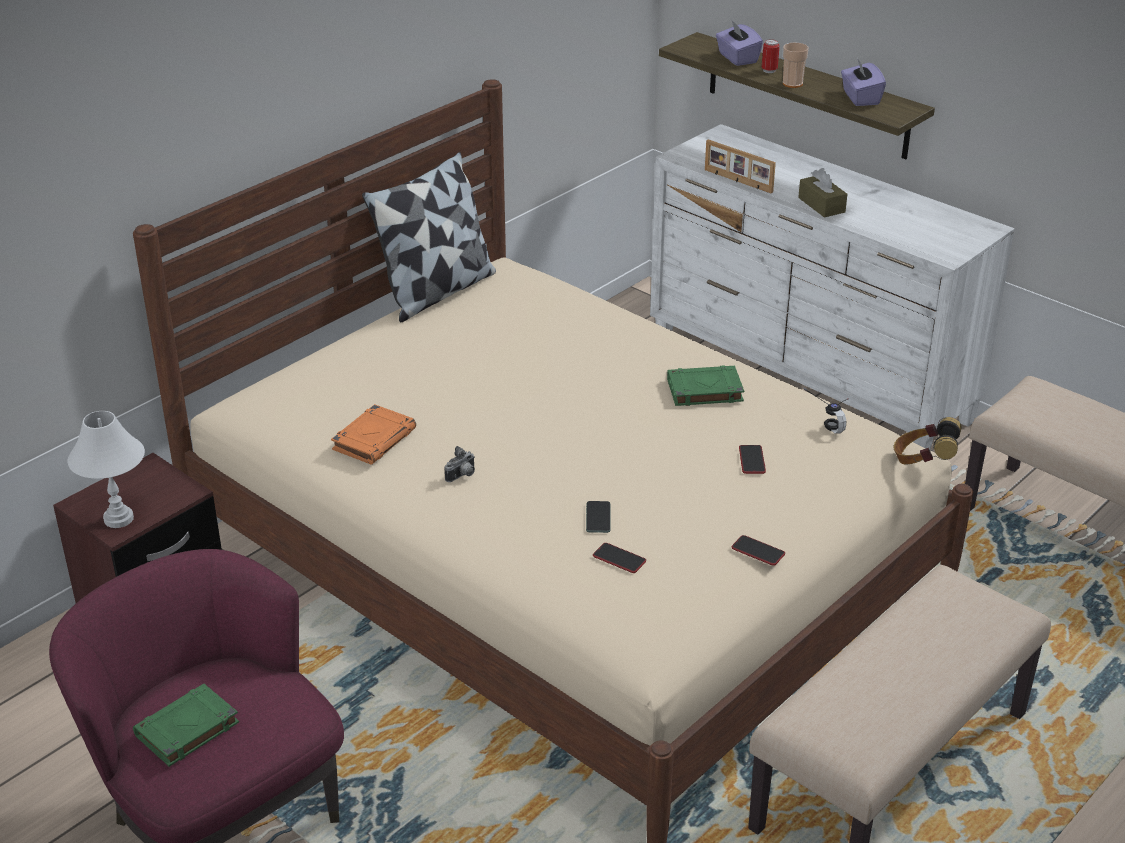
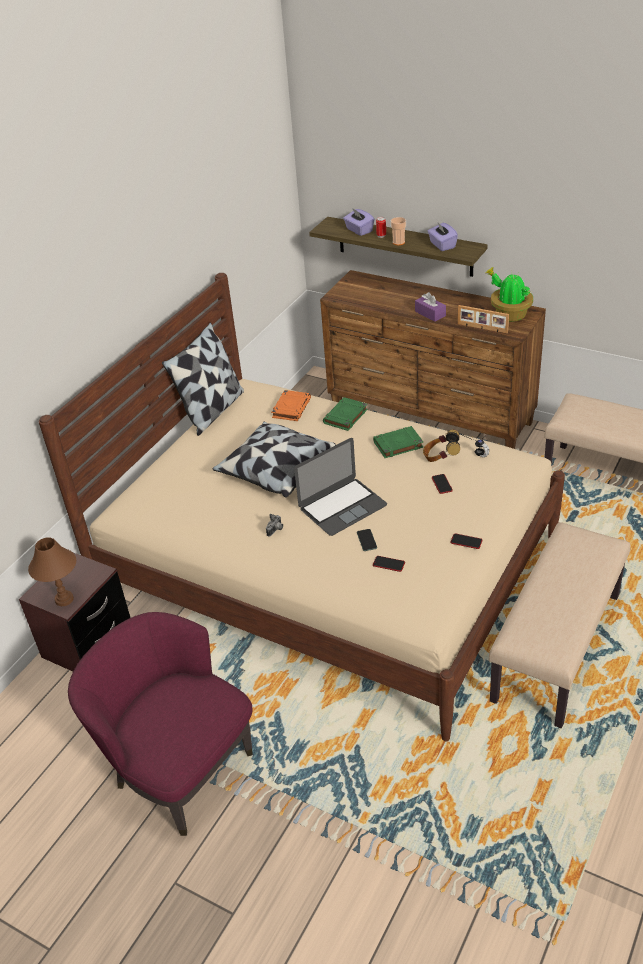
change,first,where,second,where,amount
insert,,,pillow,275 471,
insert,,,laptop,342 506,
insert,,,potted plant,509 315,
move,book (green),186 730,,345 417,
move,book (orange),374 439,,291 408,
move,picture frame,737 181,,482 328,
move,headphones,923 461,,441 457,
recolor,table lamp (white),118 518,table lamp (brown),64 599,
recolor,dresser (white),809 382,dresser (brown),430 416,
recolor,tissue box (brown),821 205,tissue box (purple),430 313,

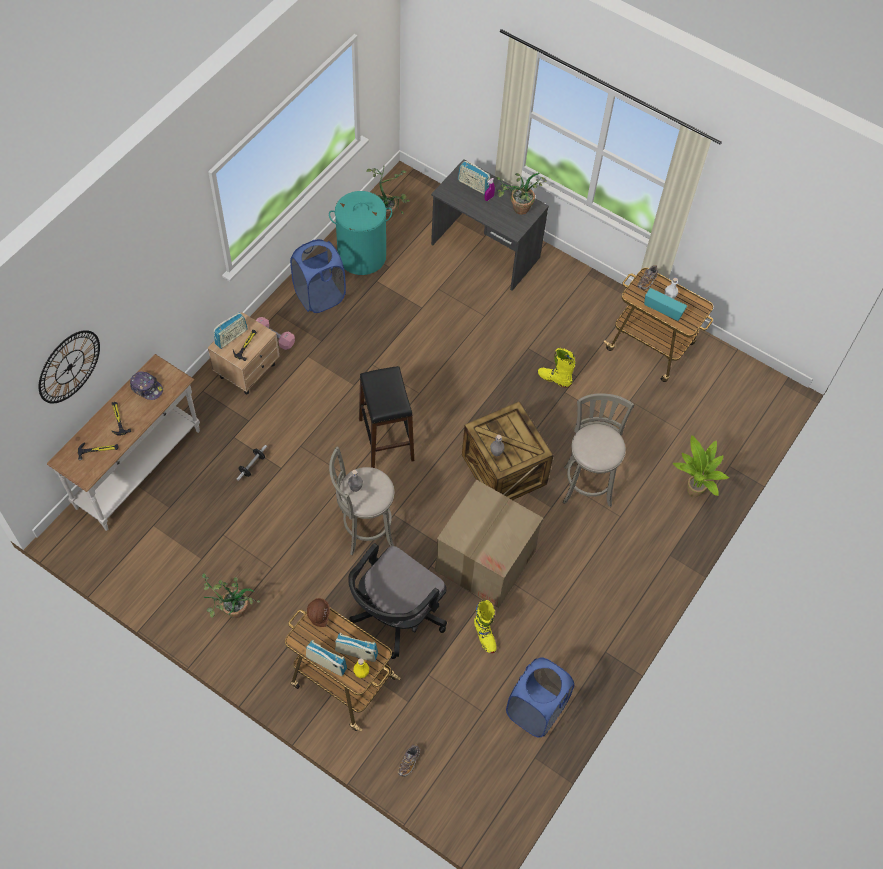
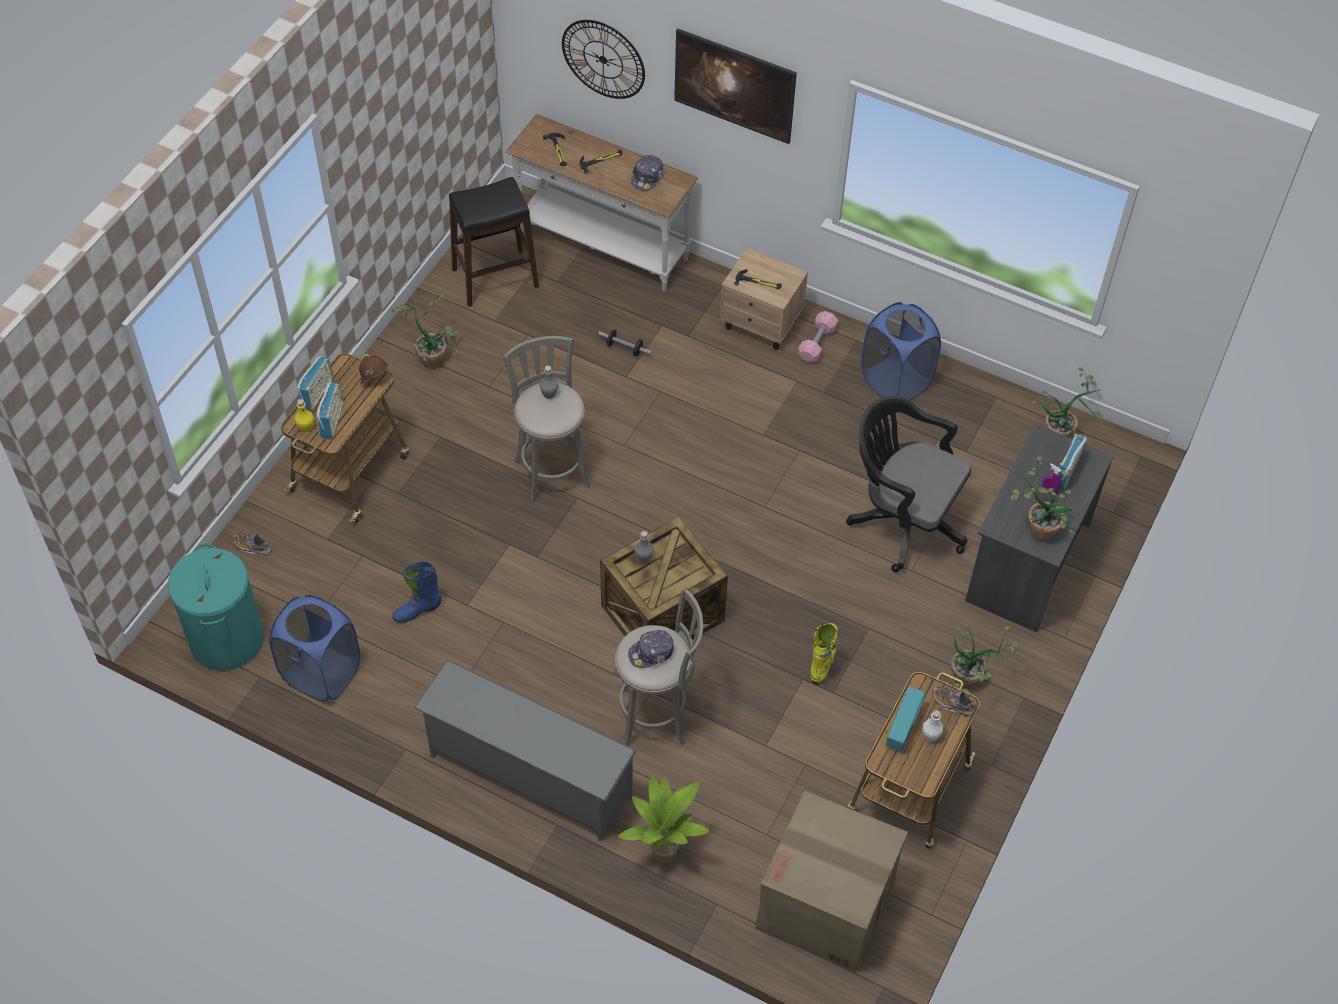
change,first,where,second,where,amount
delete,radio,231 337,,,
insert,,,shoe rack (grey),527 776,
insert,,,cap,651 653,
insert,,,picture,733 103,
insert,,,potted plant,968 684,
move,laundry basket (turquoise),361 256,,226 639,
move,office chair (black),395 616,,902 520,
move,stool (black),386 439,,495 278,
move,cardboard box,485 559,,826 904,
recolor,boot (yellow),484 636,boot (blue),417 610,

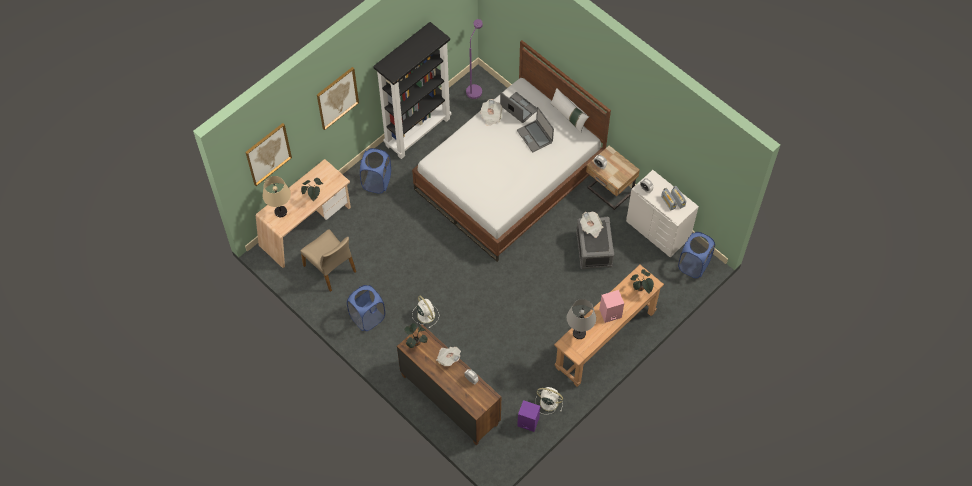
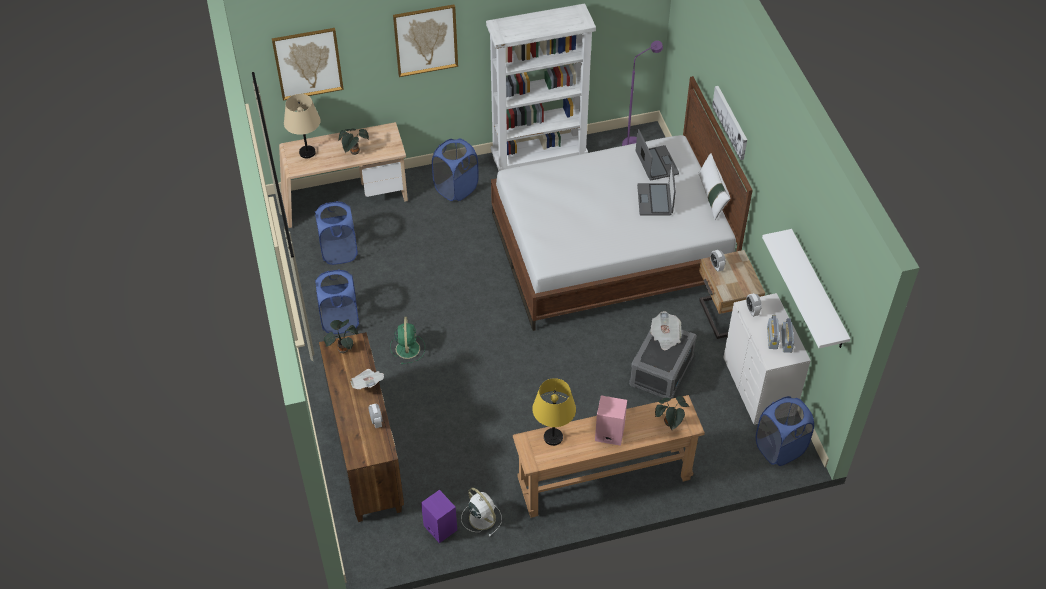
change,first,where,second,where,amount
delete,newspaper,491 116,,,
insert,,,picture,731 122,
insert,,,shelf (white),817 290,
replace,chair (beige),330 268,laundry basket (blue),339 252,
recolor,bookcase (black),418 131,bookcase (white),539 158,
recolor,fan (white),425 314,fan (green),407 348,
recolor,table lamp (grey),579 333,table lamp (yellow),553 437,

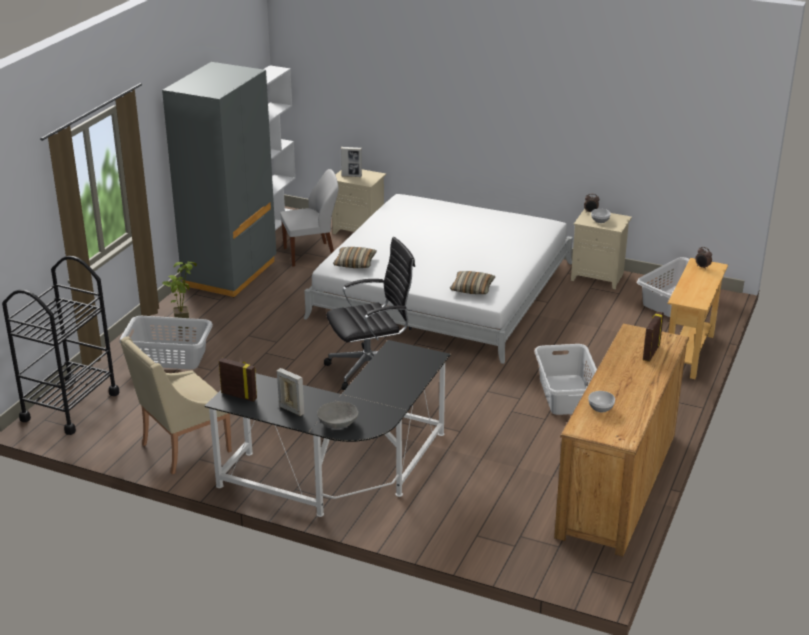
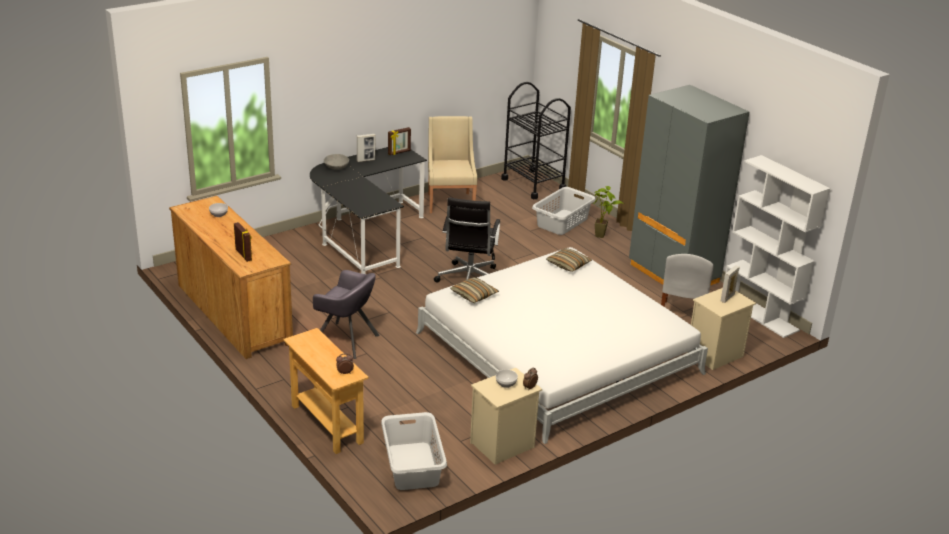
change,first,where,second,where,amount
replace,laundry basket (grey),567 394,armchair (grey),346 340,

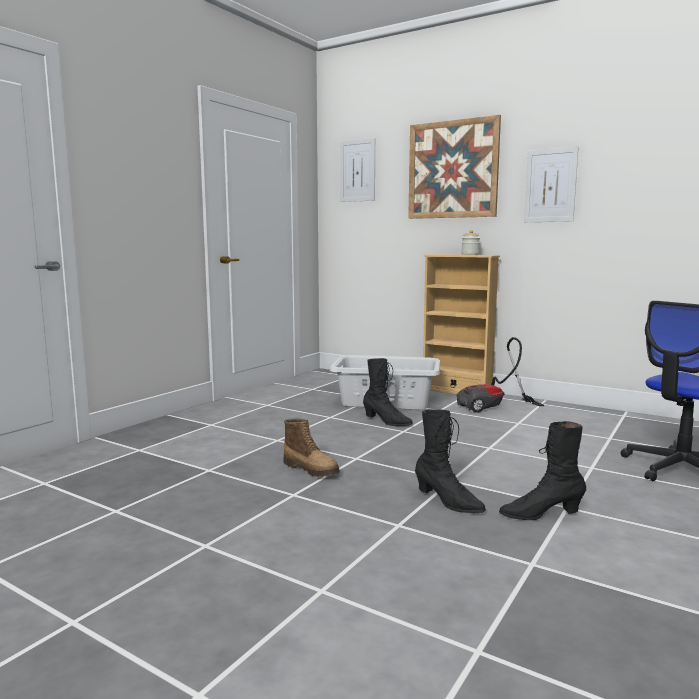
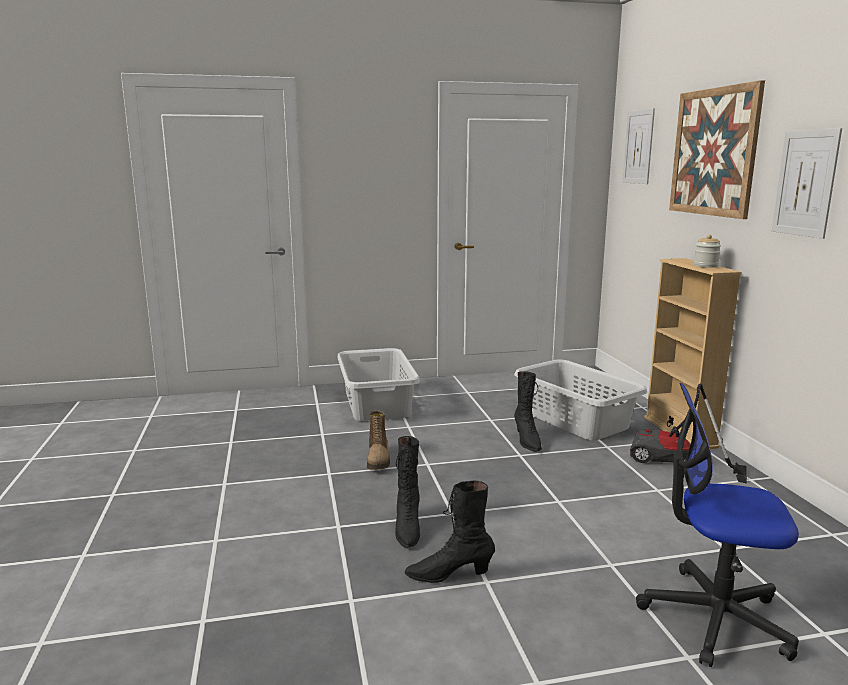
change,first,where,second,where,amount
insert,,,laundry basket (grey),377 403,
rotate,boot (black),540 514,,449 574,45 degrees counterclockwise

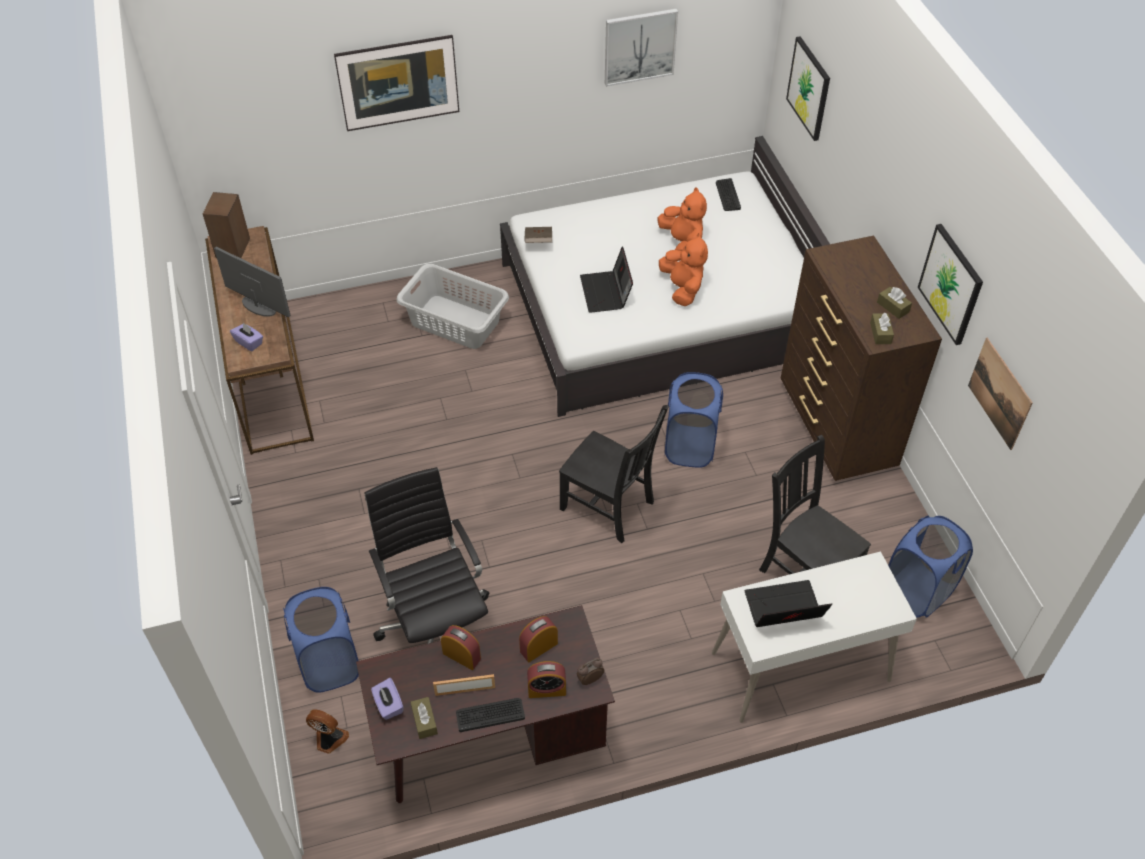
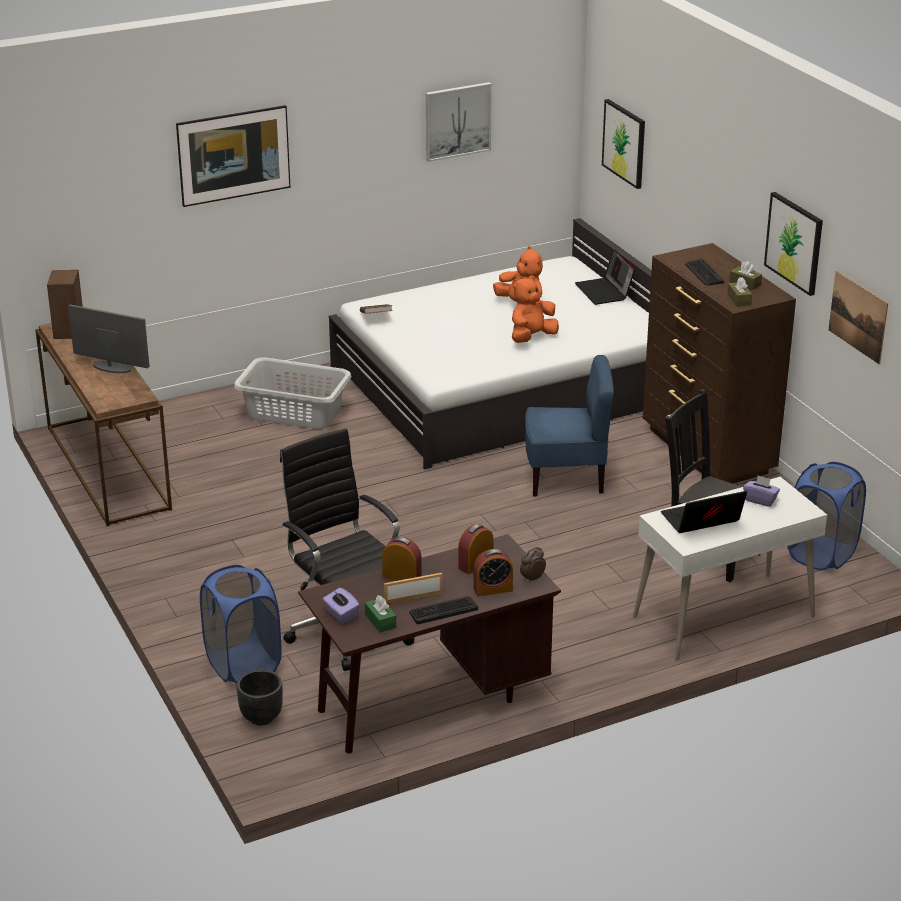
change,first,where,second,where,amount
delete,chair (black),609 507,,,
move,tissue box (purple),249 342,,760 500,
move,laptop,606 293,,604 292,
move,keyboard,727 195,,704 273,
replace,fan,329 739,planter (black),261 718,
replace,laundry basket (blue),690 447,chair (blue),566 478,
recolor,tissue box (brown),424 721,tissue box (green),380 621,
rotate,plush toy (orange),682 288,,531 337,105 degrees counterclockwise

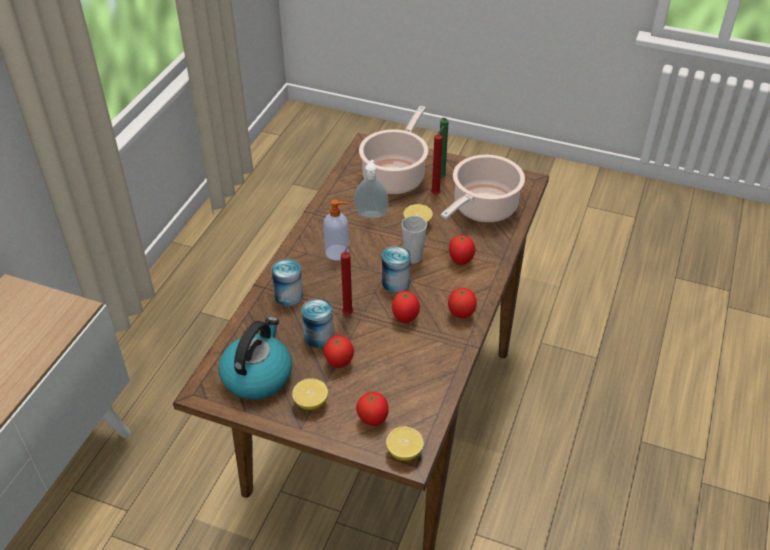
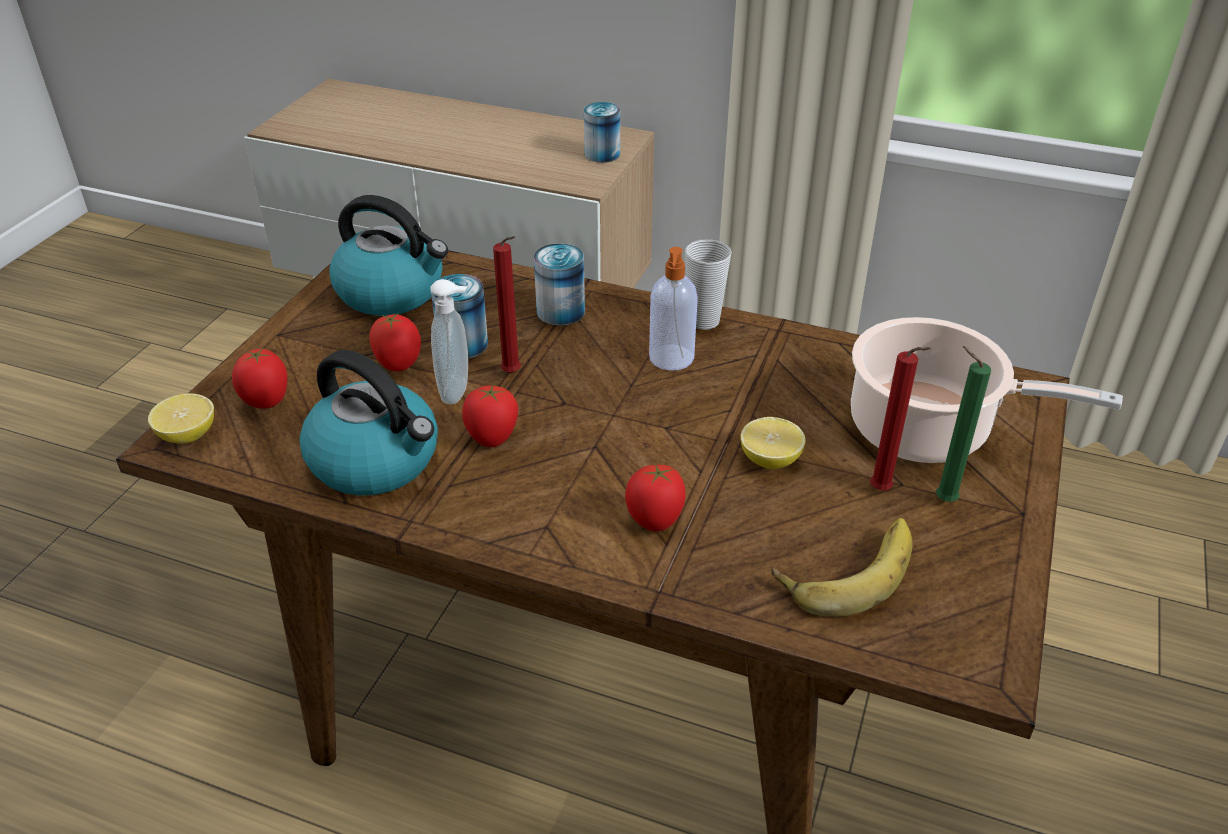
change,first,where,second,where,amount
delete,lemon,311 402,,,
delete,tomato,461 314,,,
insert,,,kettle,377 461,
move,soap dispenser,371 214,,458 391,
move,can,395 282,,602 154,
move,cup,413 258,,703 321,
replace,cooking pot,482 208,banana,846 568,

